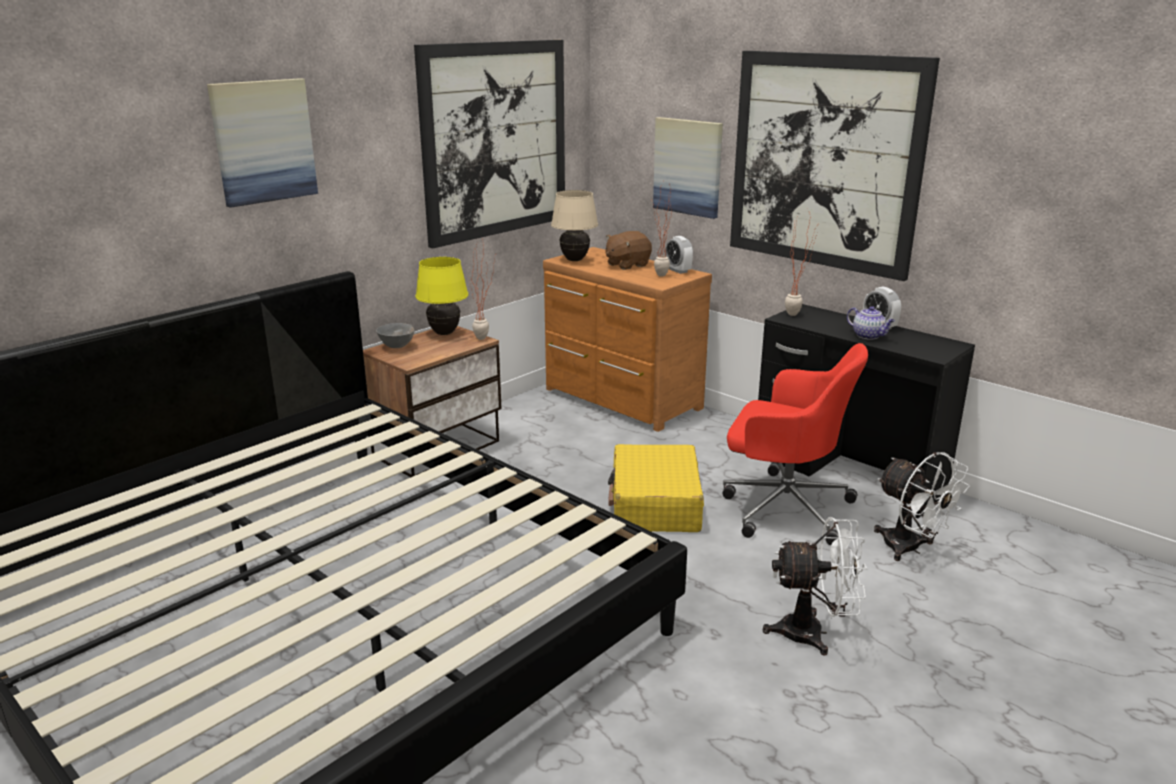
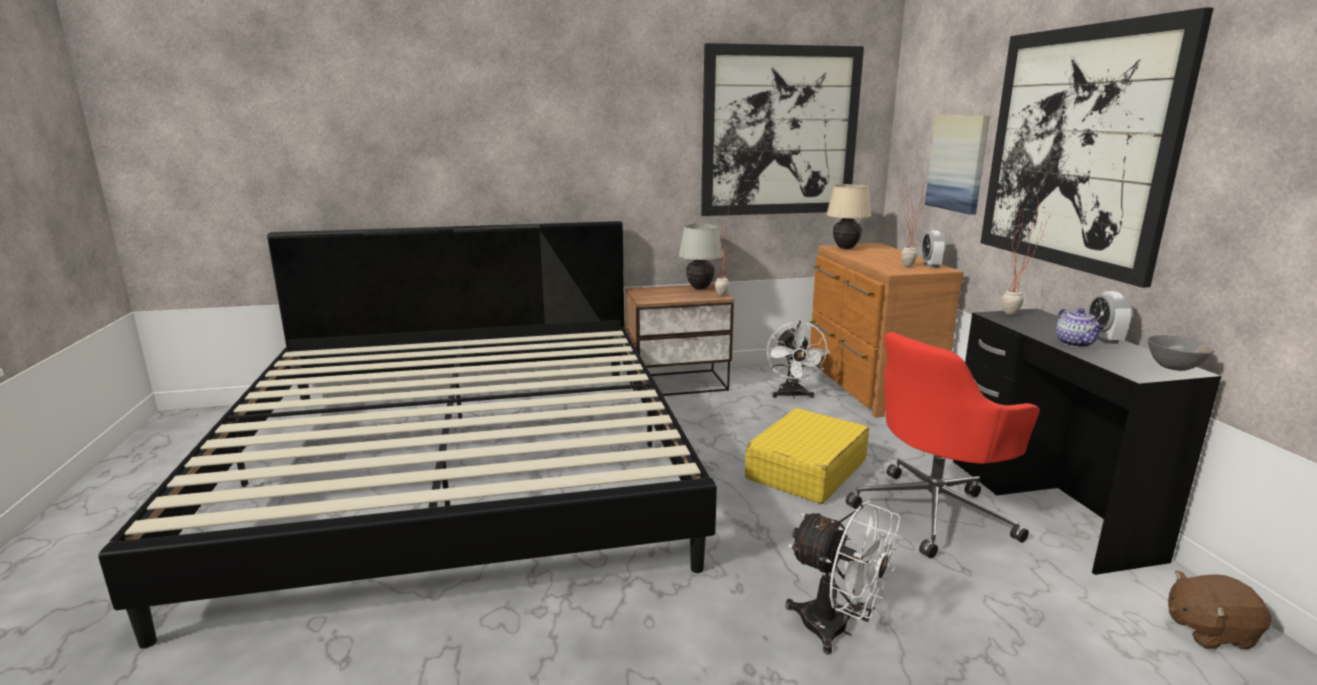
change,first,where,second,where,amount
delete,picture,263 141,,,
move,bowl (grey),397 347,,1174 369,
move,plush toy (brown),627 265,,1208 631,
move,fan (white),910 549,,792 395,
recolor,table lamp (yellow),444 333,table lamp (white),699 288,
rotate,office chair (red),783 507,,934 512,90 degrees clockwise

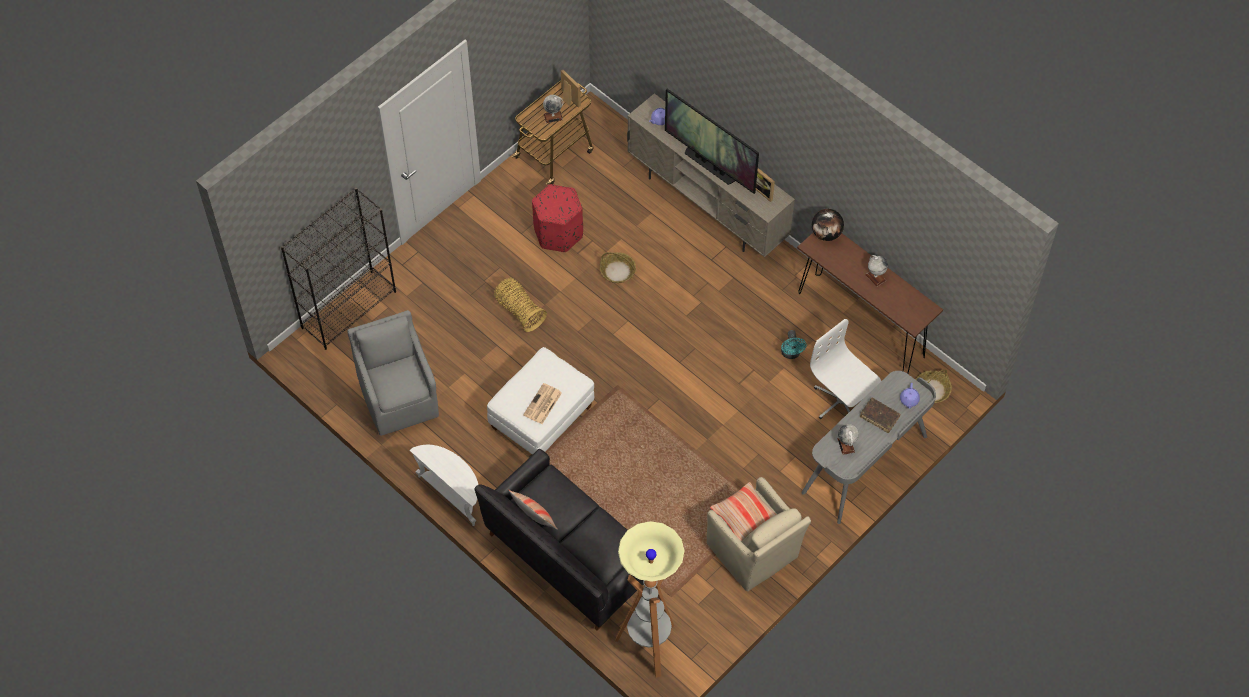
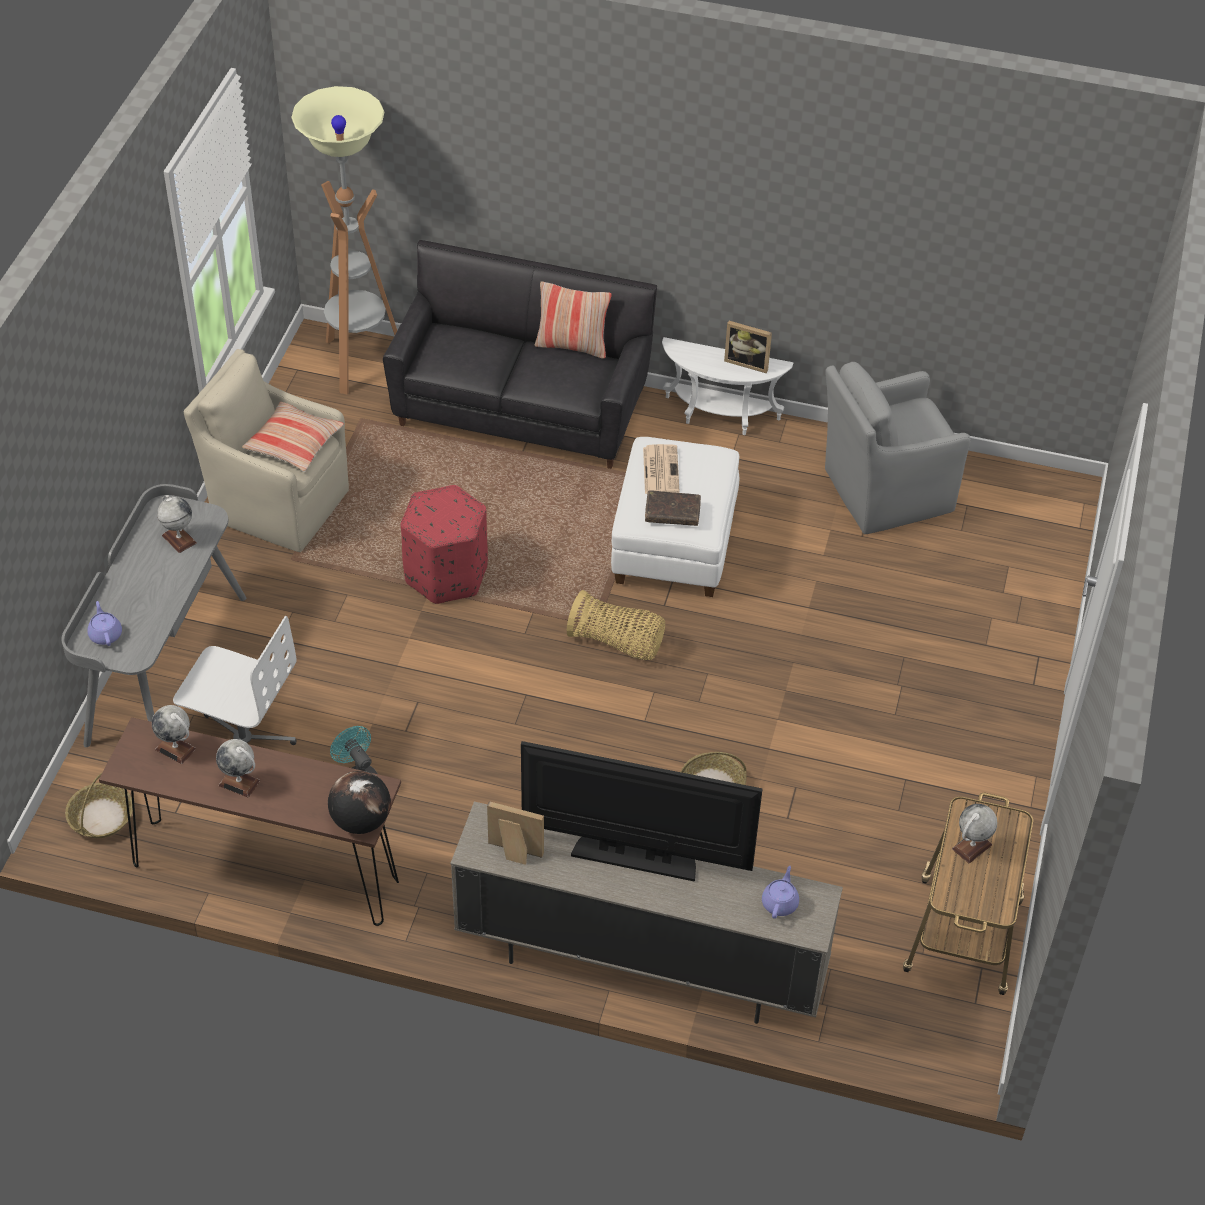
change,first,where,second,where,amount
delete,bookcase (black),349 309,,,
insert,,,globe,176 749,
move,basket,519 311,,617 643,
move,ottoman (red),558 233,,446 574,
move,picture frame,568 99,,747 362,
move,book (brown),879 417,,672 513,
rotate,armchair (grey),399 397,,884 491,120 degrees clockwise

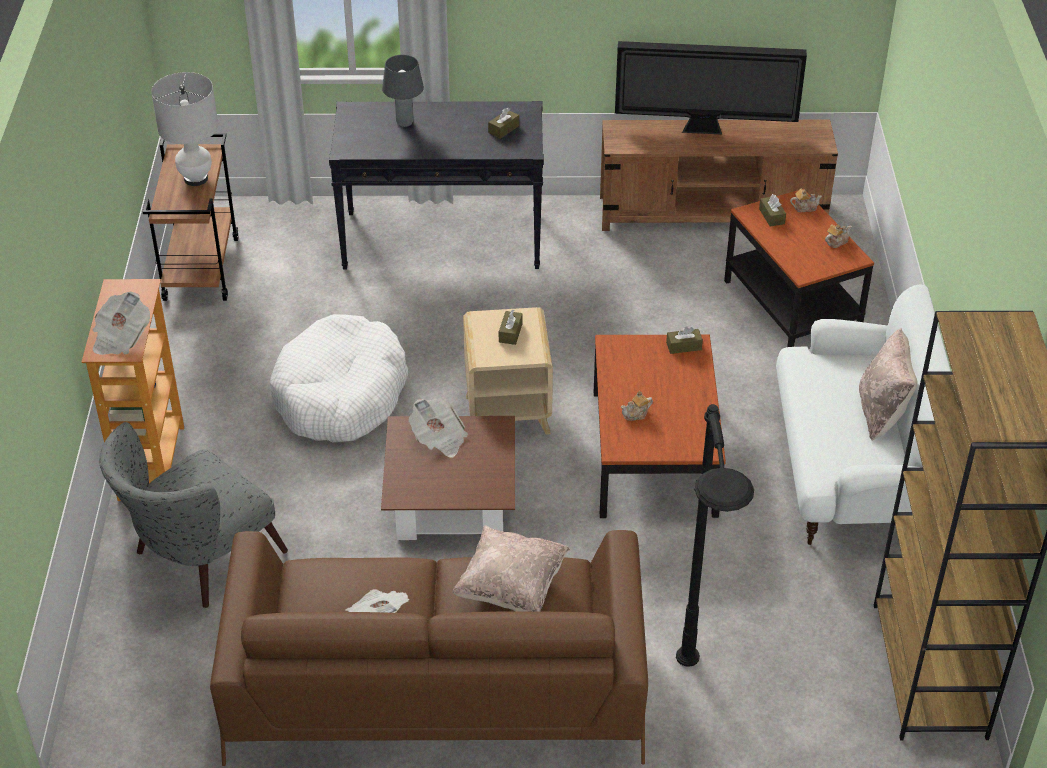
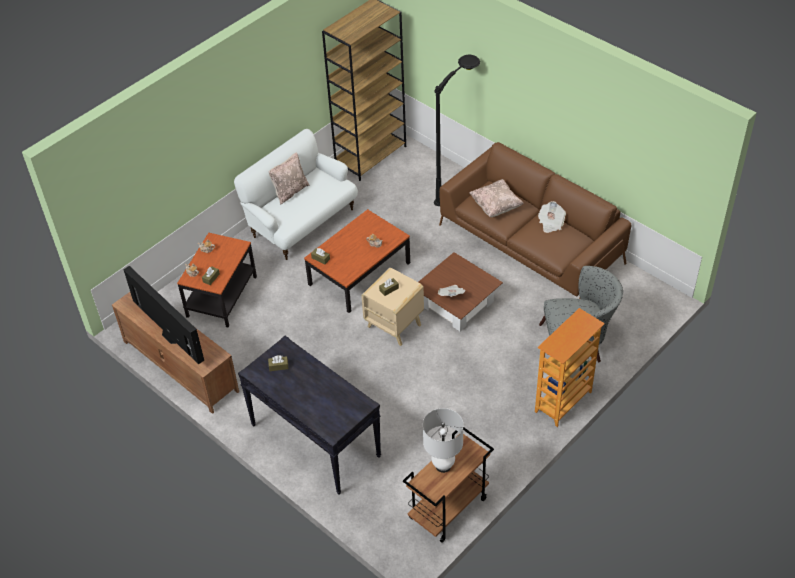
change,first,where,second,where,amount
delete,newspaper,121 338,,,
delete,dog bed (white),340 395,,,
delete,table lamp (grey),404 123,,,

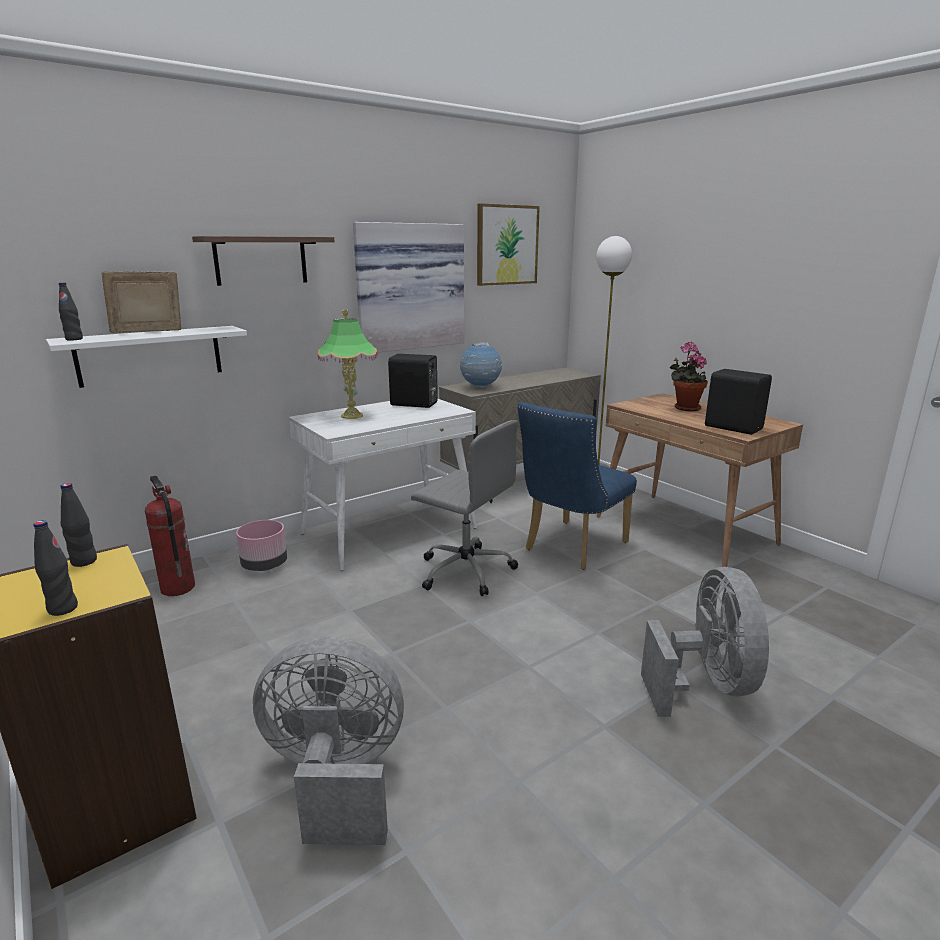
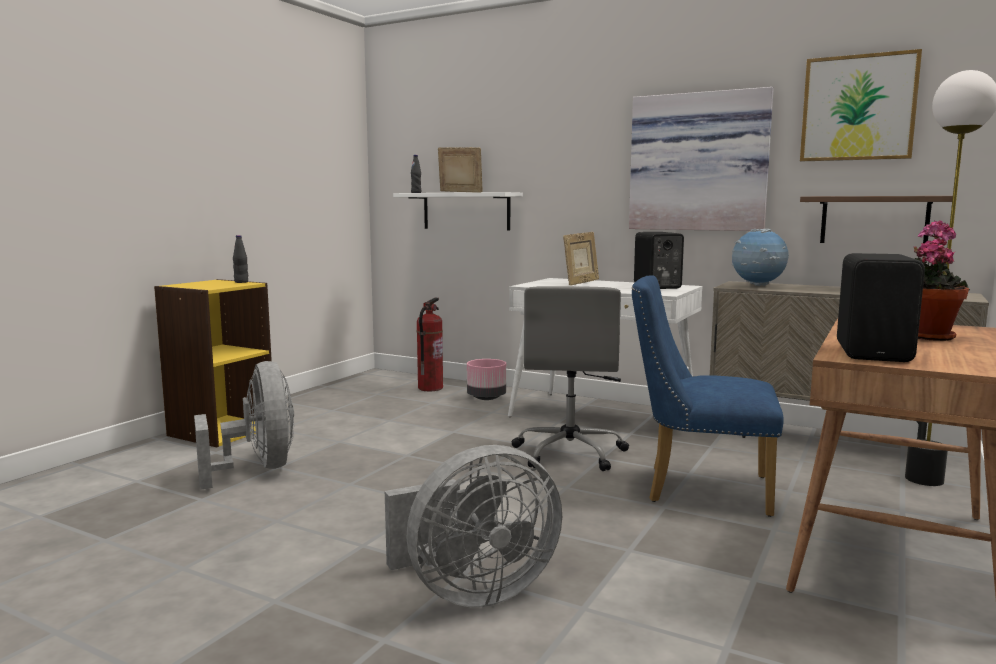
change,first,where,second,where,amount
delete,bottle (black),62 609,,,
move,shelf,261 260,,874 220,
replace,table lamp,351 416,picture frame,581 283,

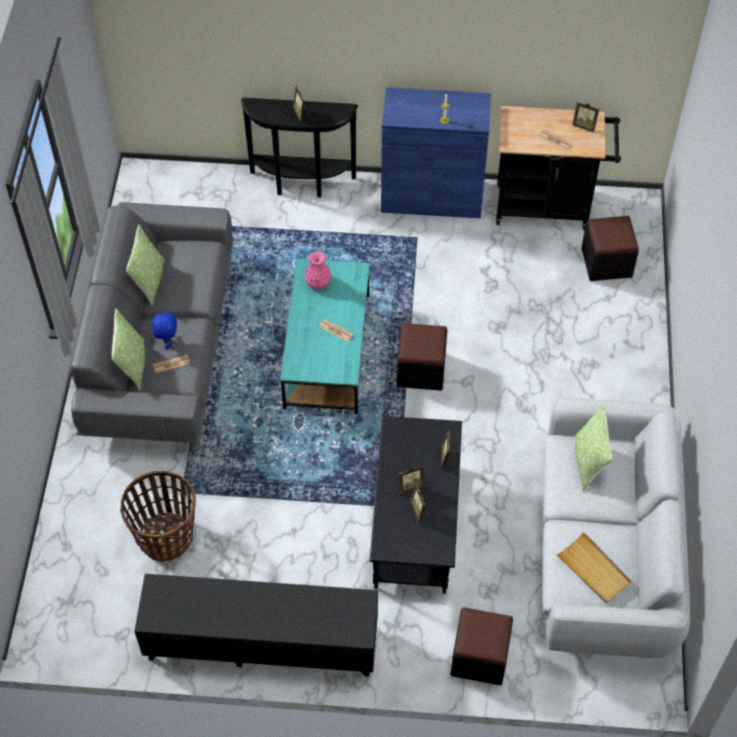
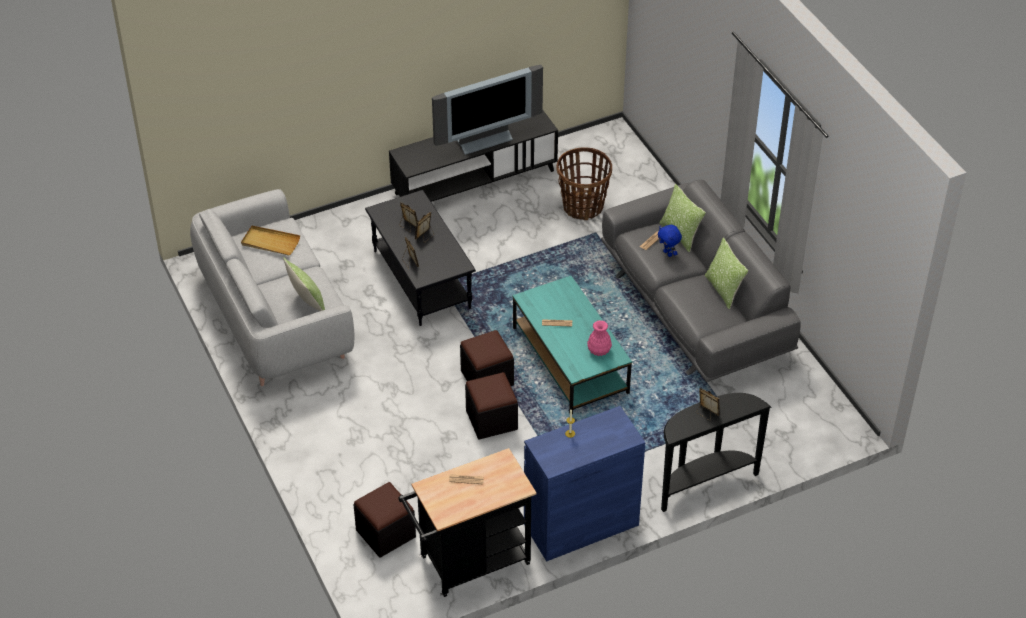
change,first,where,second,where,amount
delete,picture frame,584 126,,,
insert,,,television,483 139,
move,ottoman (black),480 657,,491 420,

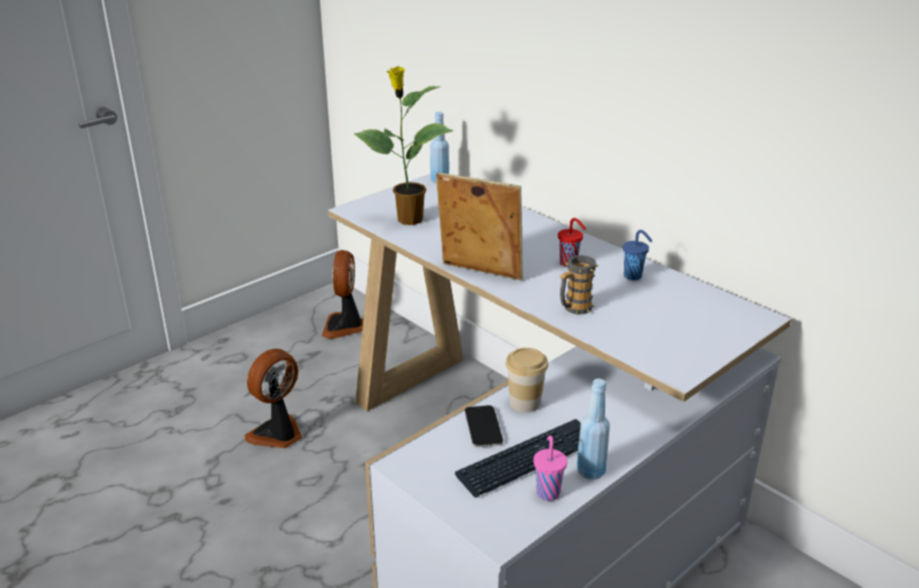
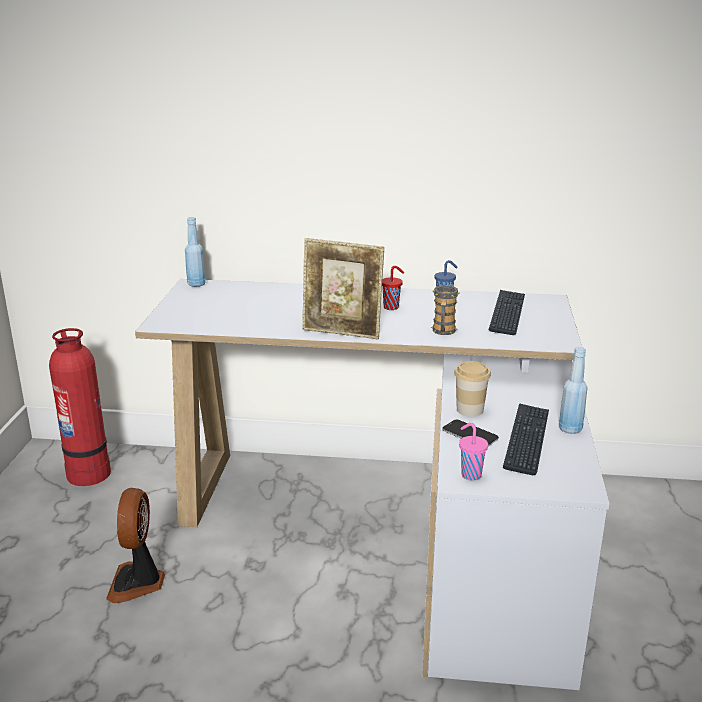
change,first,where,second,where,amount
delete,potted plant,408 220,,,
insert,,,keyboard,507 313,
move,cup (pink),548 492,,470 474,
replace,fan,344 326,fire extinguisher,88 473,
rotate,picture frame,479 273,,342 333,150 degrees counterclockwise

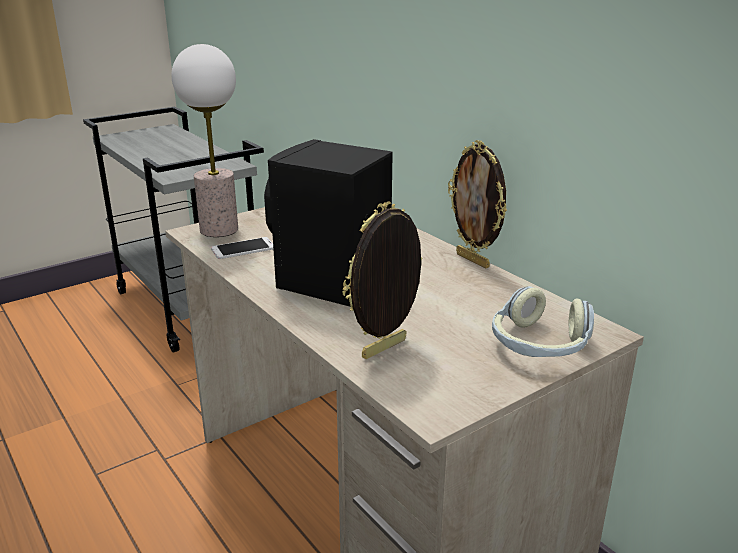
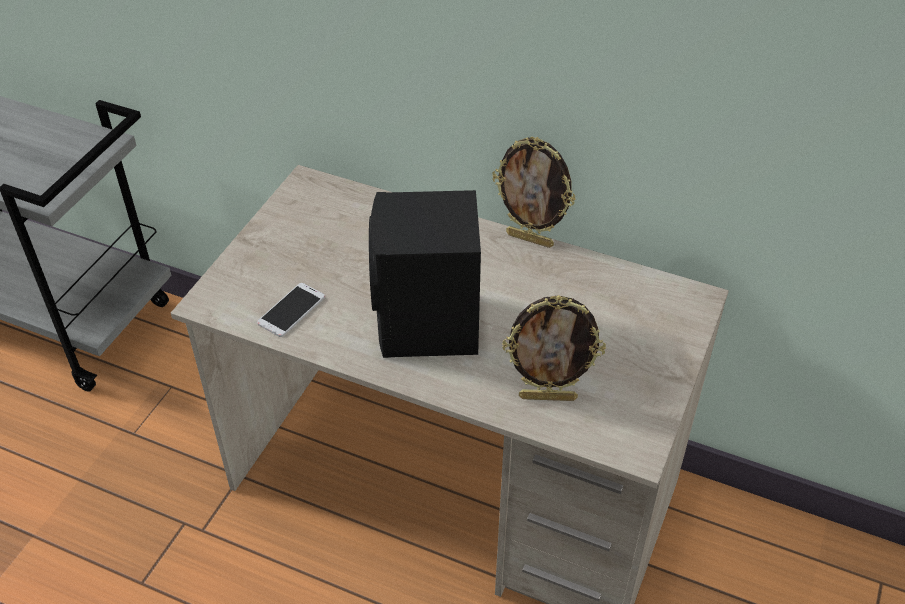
change,first,where,second,where,amount
delete,table lamp,219 230,,,
delete,headphones,539 345,,,
rotate,picture frame,385 350,,548 396,105 degrees counterclockwise

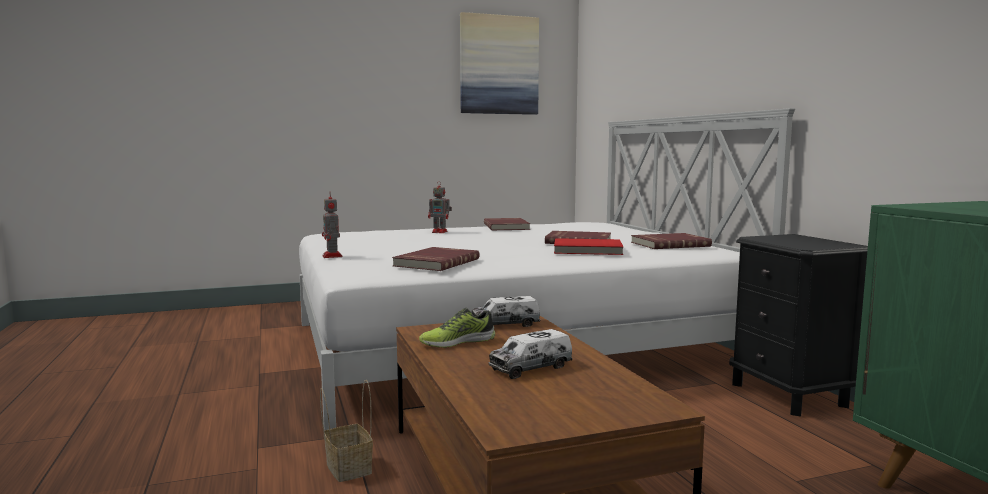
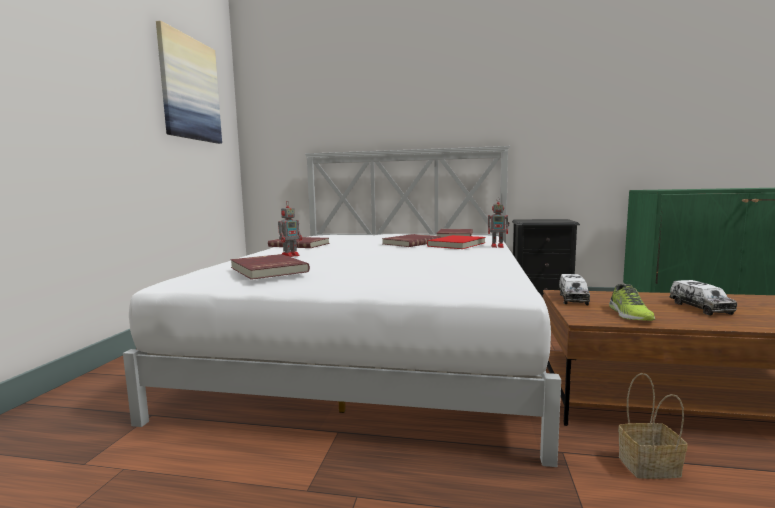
change,first,where,second,where,amount
move,toy robot,332 256,,498 246,
move,book (red),435 262,,267 270,

